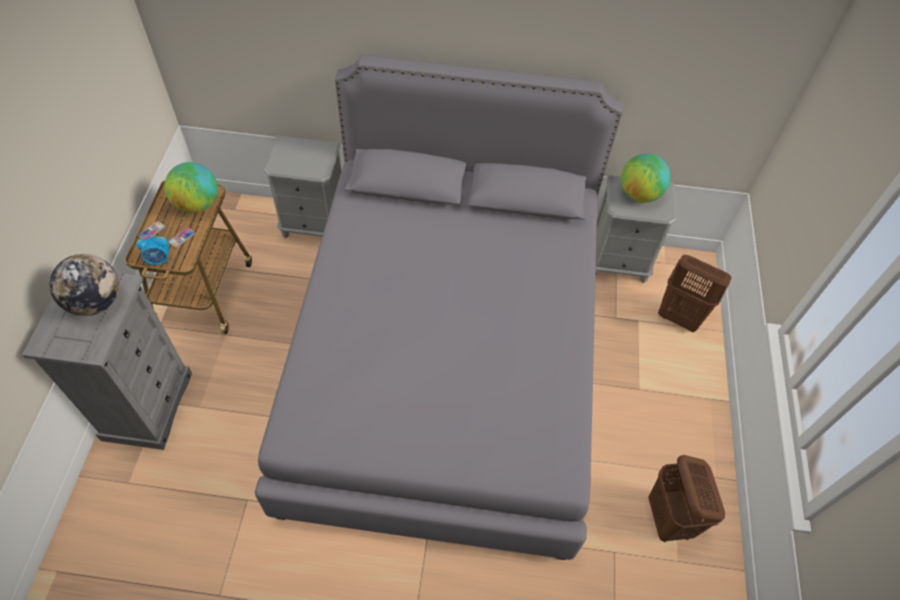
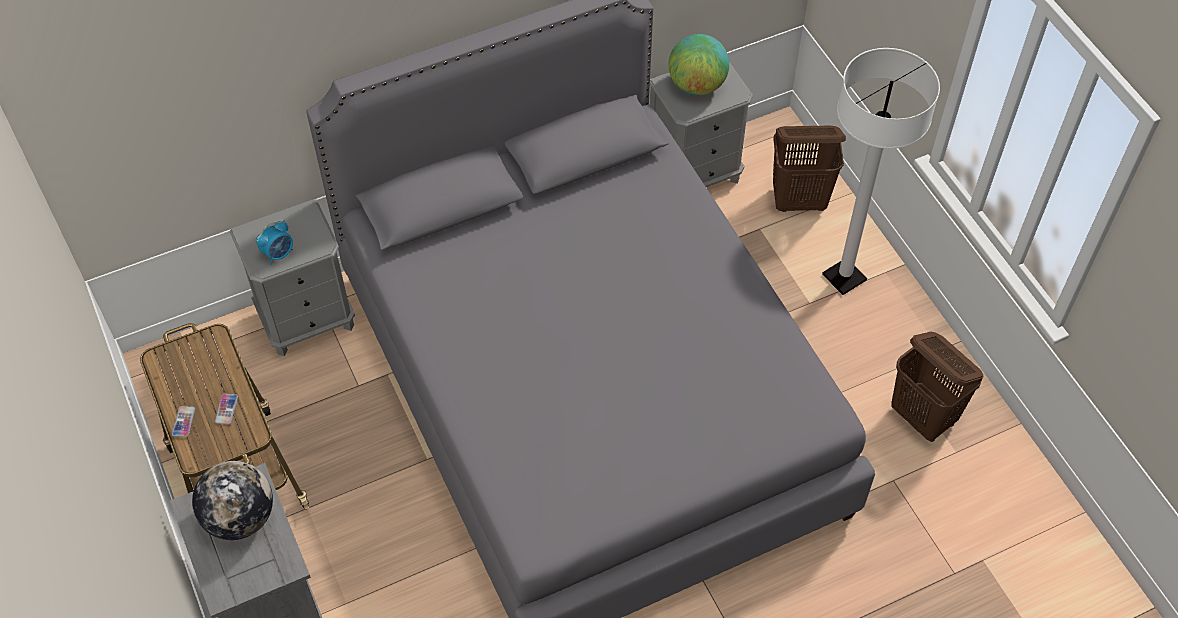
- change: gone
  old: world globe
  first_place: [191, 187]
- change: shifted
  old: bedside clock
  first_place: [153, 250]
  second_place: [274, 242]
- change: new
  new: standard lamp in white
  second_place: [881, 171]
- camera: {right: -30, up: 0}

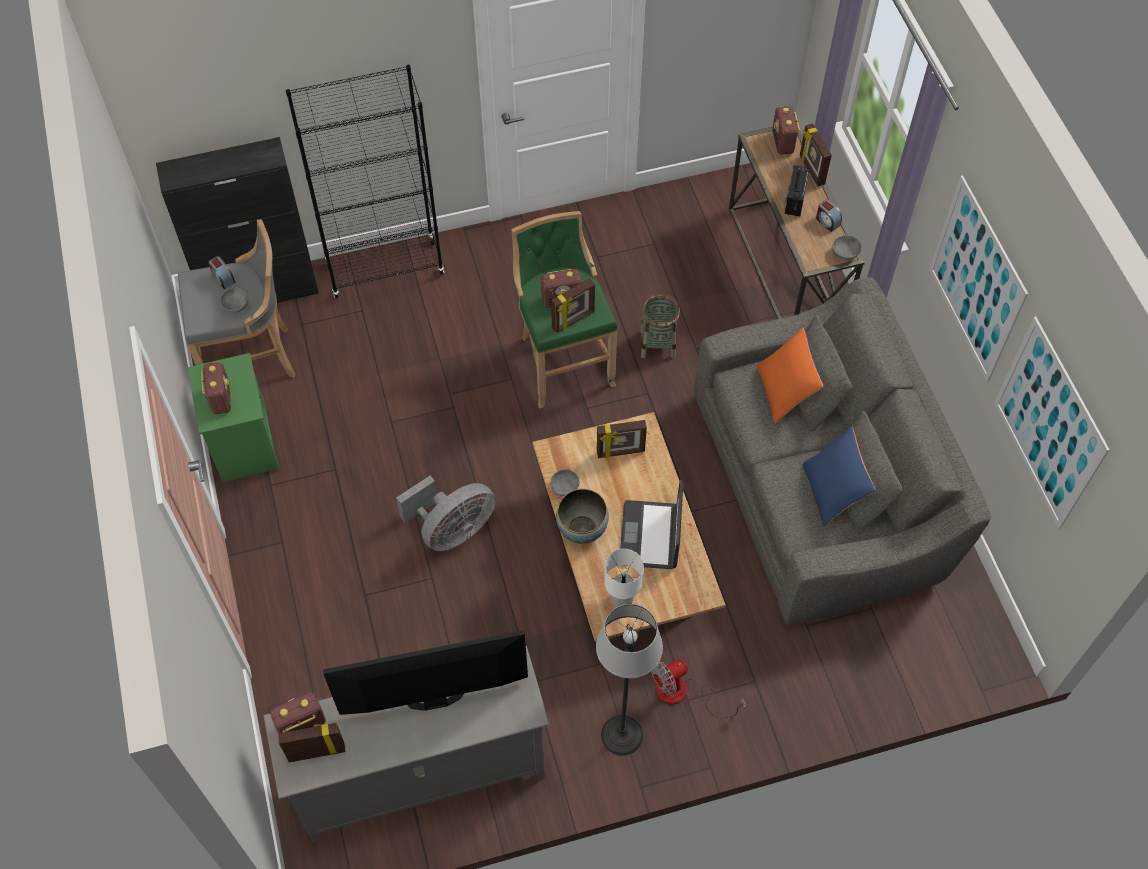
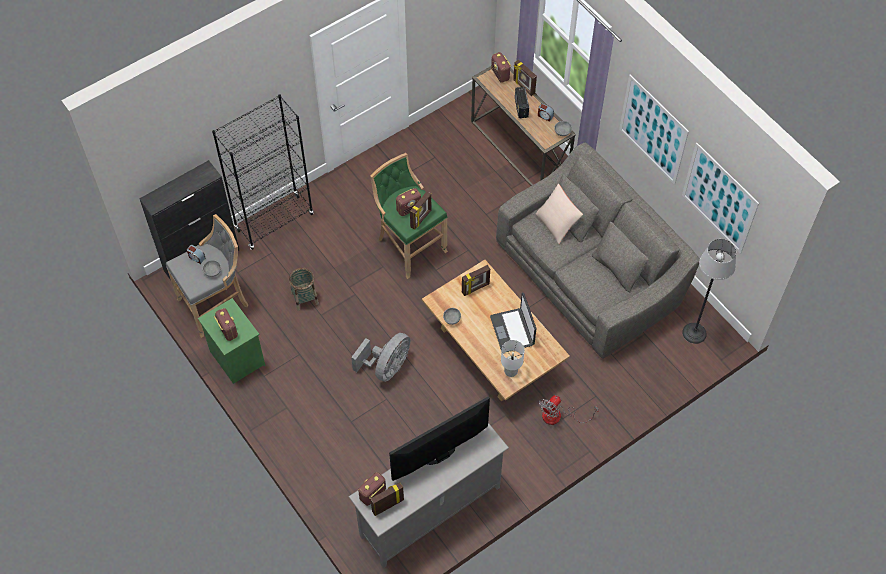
- change: shifted
  old: storage basket
  first_place: [660, 326]
  second_place: [304, 289]
- change: repainted
  old: pillow in orange
  new: pillow in sand-coloured
  first_place: [790, 376]
  second_place: [559, 214]
- change: gone
  old: pillow in blue-coloured
  first_place: [839, 476]
- change: gone
  old: serving bowl
  first_place: [582, 516]
- change: shifted
  old: standard lamp
  first_place: [629, 680]
  second_place: [709, 291]
- camera: {right: -20, up: 0}

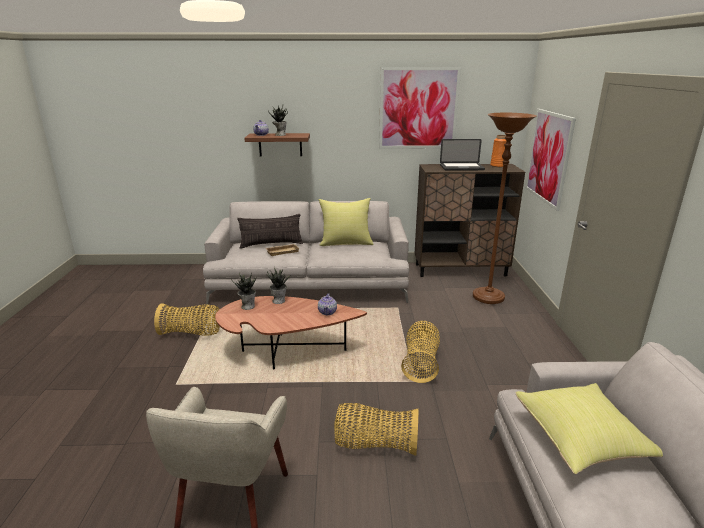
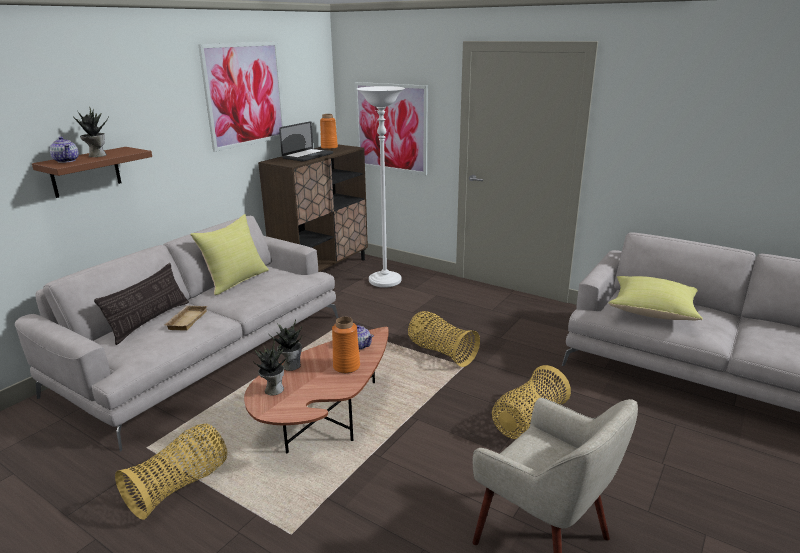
- change: repainted
  old: standard lamp in brownish
  new: standard lamp in white
  first_place: [505, 208]
  second_place: [381, 187]
- change: new
  new: flower vase in orange
  second_place: [346, 345]
- camera: {right: -55, up: 0}

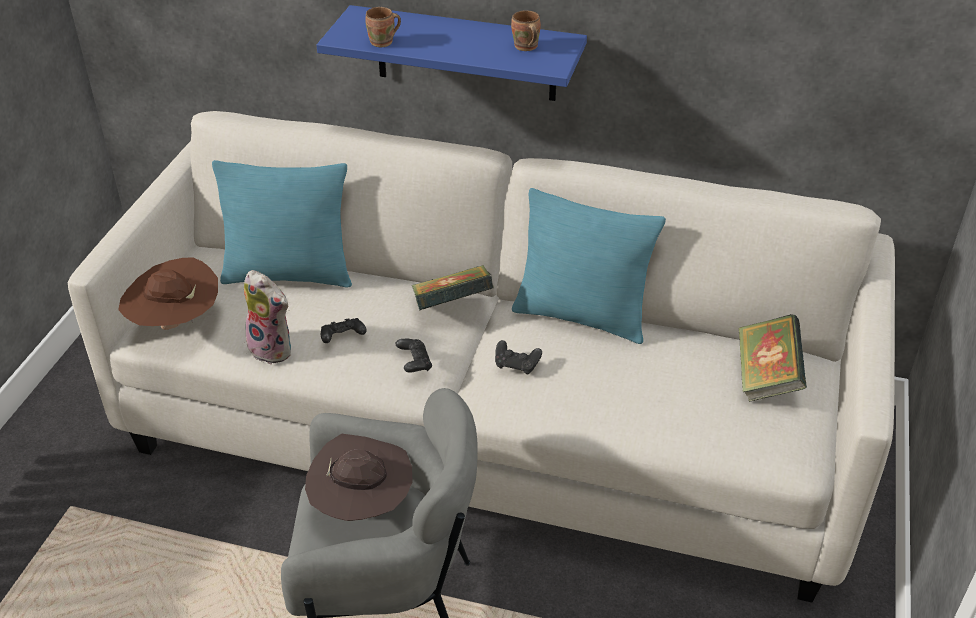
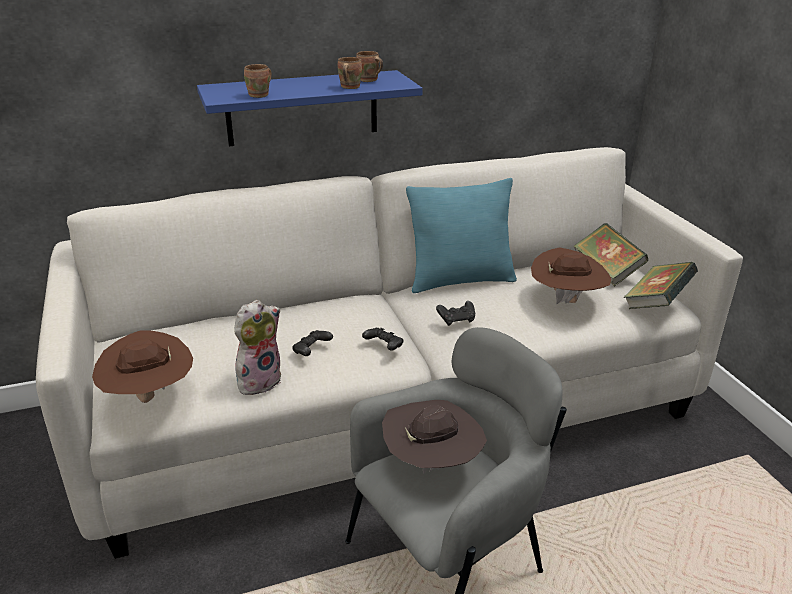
- change: gone
  old: pillow in turquoise-coloured
  first_place: [282, 224]
- change: shifted
  old: bound book
  first_place: [453, 287]
  second_place: [661, 285]
- change: rotated
  old: plush toy
  first_place: [267, 317]
  second_place: [258, 347]
  degrees: -45
- change: new
  new: tea mug in brownish
  second_place: [350, 73]
- change: new
  new: hat in brownish
  second_place: [571, 275]
- camera: {right: -35, up: -10}

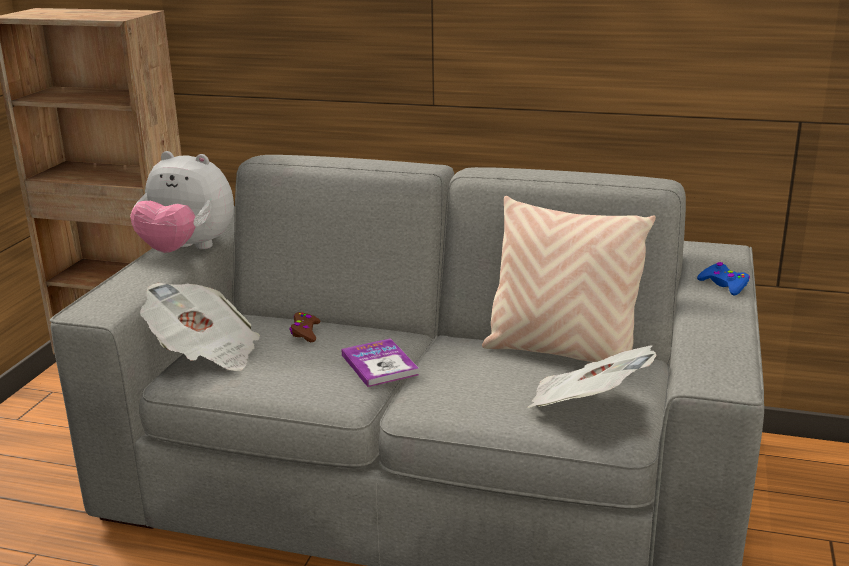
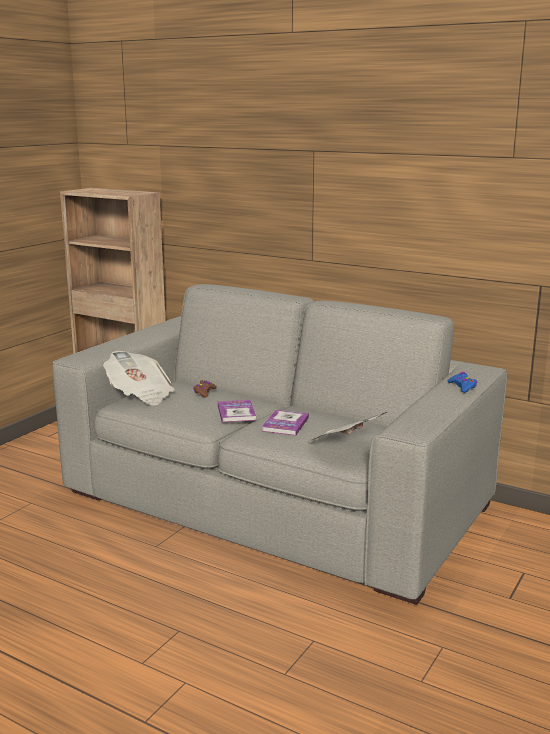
- change: gone
  old: plush toy
  first_place: [182, 202]
- change: gone
  old: pillow in sand-coloured
  first_place: [569, 279]
- change: new
  new: bound book
  second_place: [285, 423]
- camera: {right: 15, up: -5}

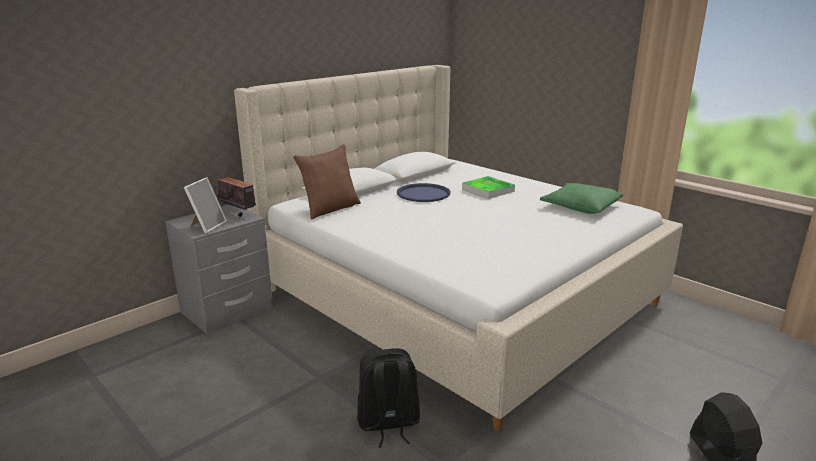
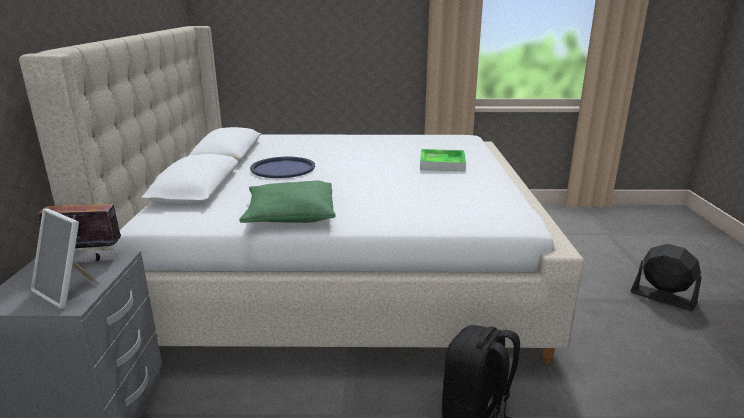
- change: gone
  old: pillow in brownish
  first_place: [327, 181]
- change: shifted
  old: serving tray
  first_place: [488, 187]
  second_place: [443, 160]
- change: rotated
  old: standing frame
  first_place: [205, 205]
  second_place: [65, 258]
  degrees: 150
- change: shifted
  old: pillow in green
  first_place: [582, 198]
  second_place: [287, 202]
- camera: {right: -45, up: 0}

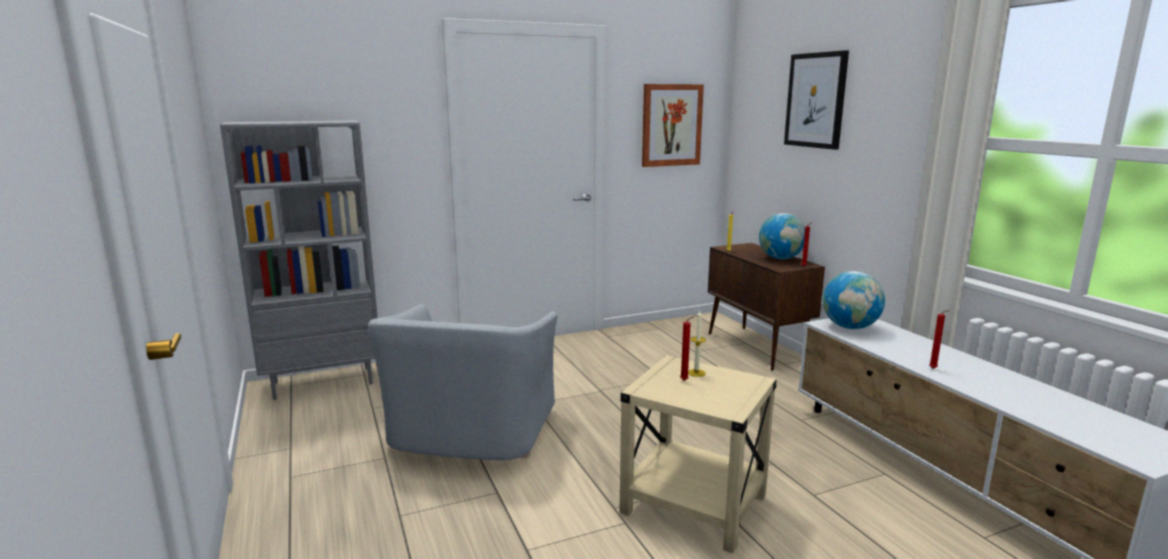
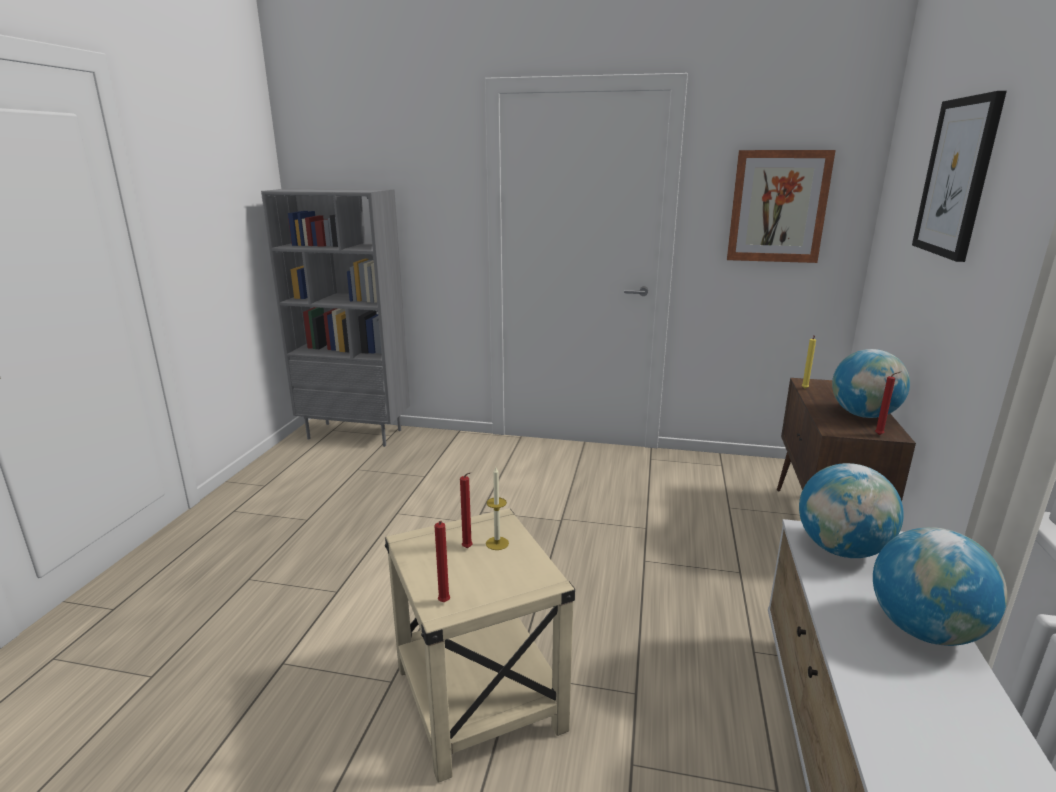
- change: gone
  old: easy chair in greyish
  first_place: [463, 382]
- change: shifted
  old: wax candle in red
  first_place: [939, 339]
  second_place: [442, 561]
- change: new
  new: world globe
  second_place: [940, 586]
- camera: {right: 35, up: 5}

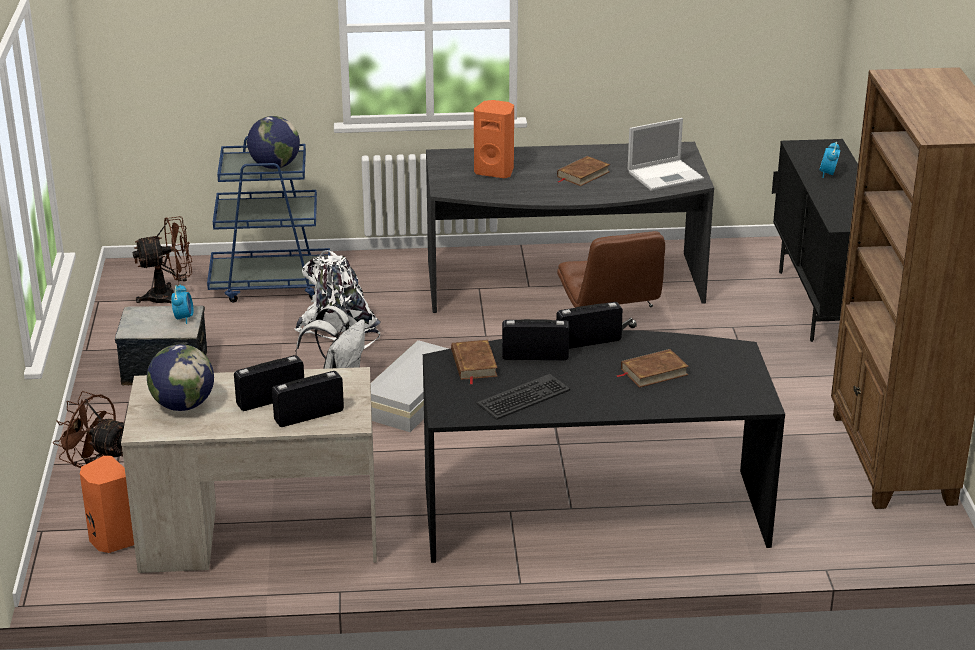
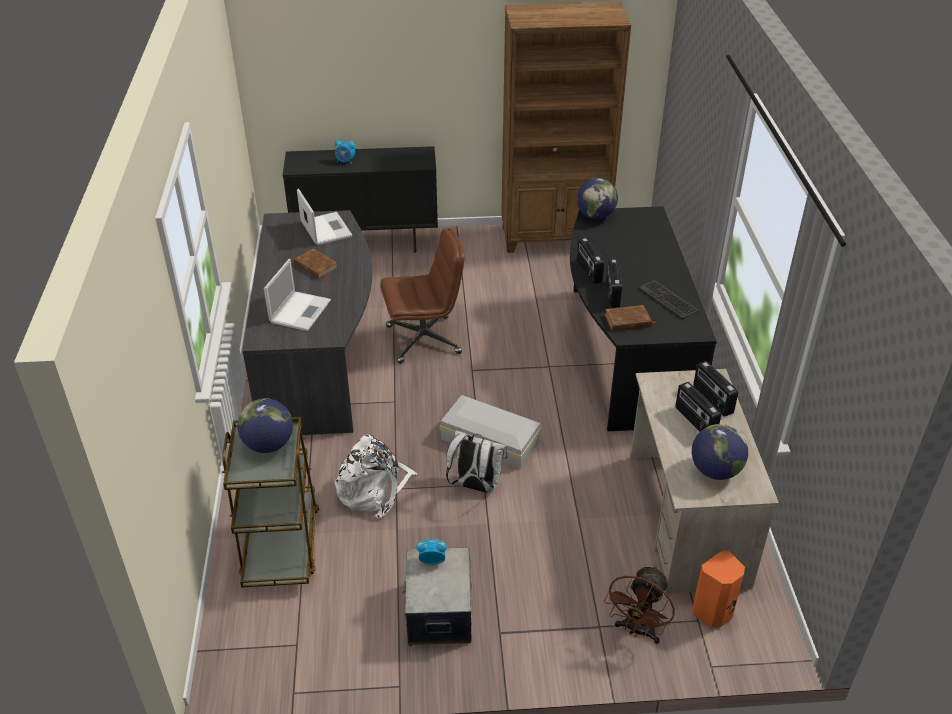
- change: swapped
  old: speaker in orange
  new: notebook computer
  first_place: [494, 139]
  second_place: [297, 295]
- change: repainted
  old: wheeled cart in blue-coloured
  new: wheeled cart in brownish
  first_place: [268, 219]
  second_place: [270, 502]
- change: gone
  old: fan in brownish
  first_place: [162, 260]
- change: gone
  old: bound book in brownish
  first_place: [652, 368]
- change: new
  new: world globe
  second_place: [597, 198]
- camera: {right: -90, up: 10}

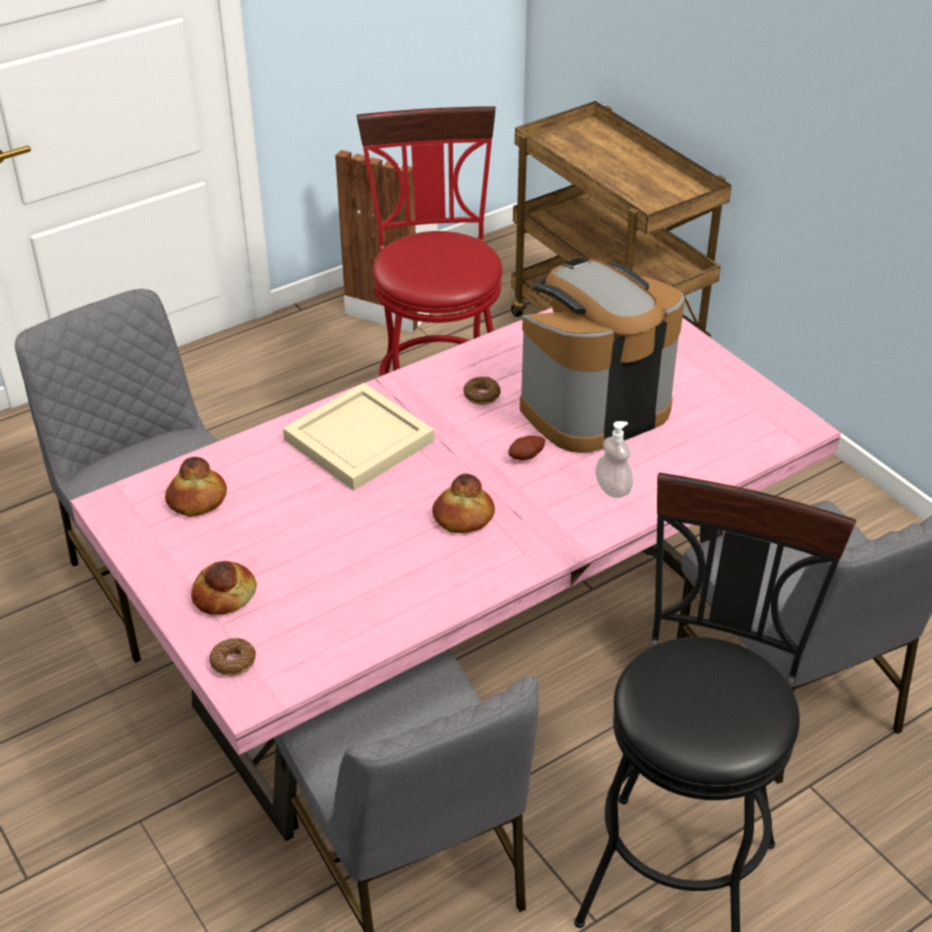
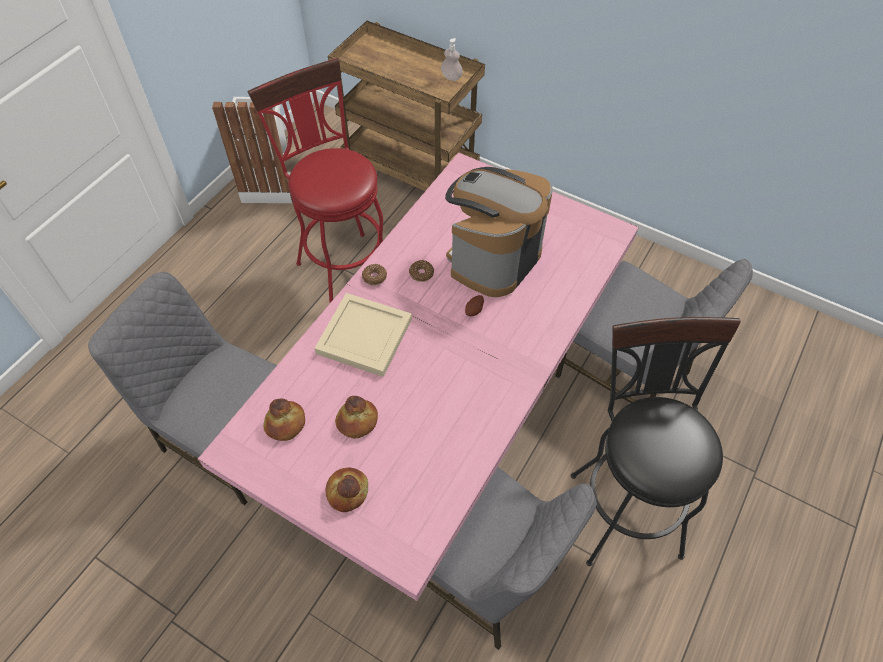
- change: shifted
  old: soap bottle
  first_place: [614, 459]
  second_place: [452, 59]
- change: shifted
  old: bread
  first_place: [463, 503]
  second_place: [356, 417]
- change: shifted
  old: ring doughnut
  first_place: [233, 657]
  second_place: [374, 274]
- camera: {right: -25, up: 15}

